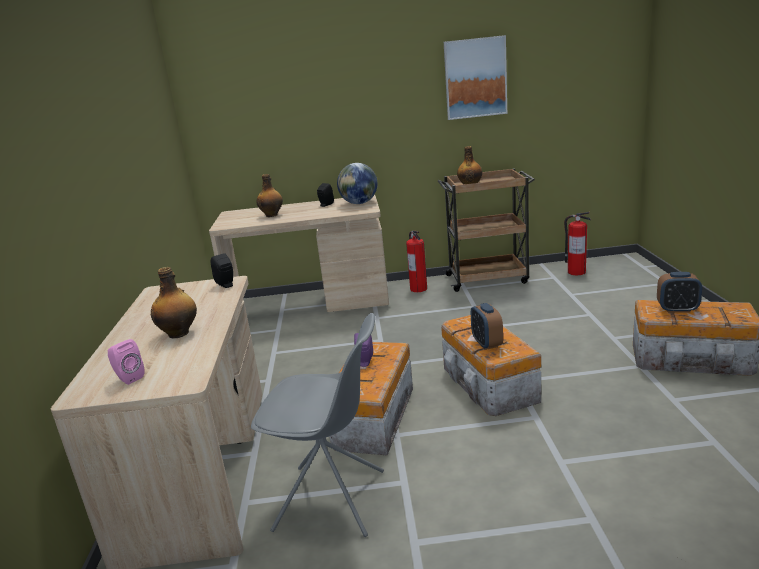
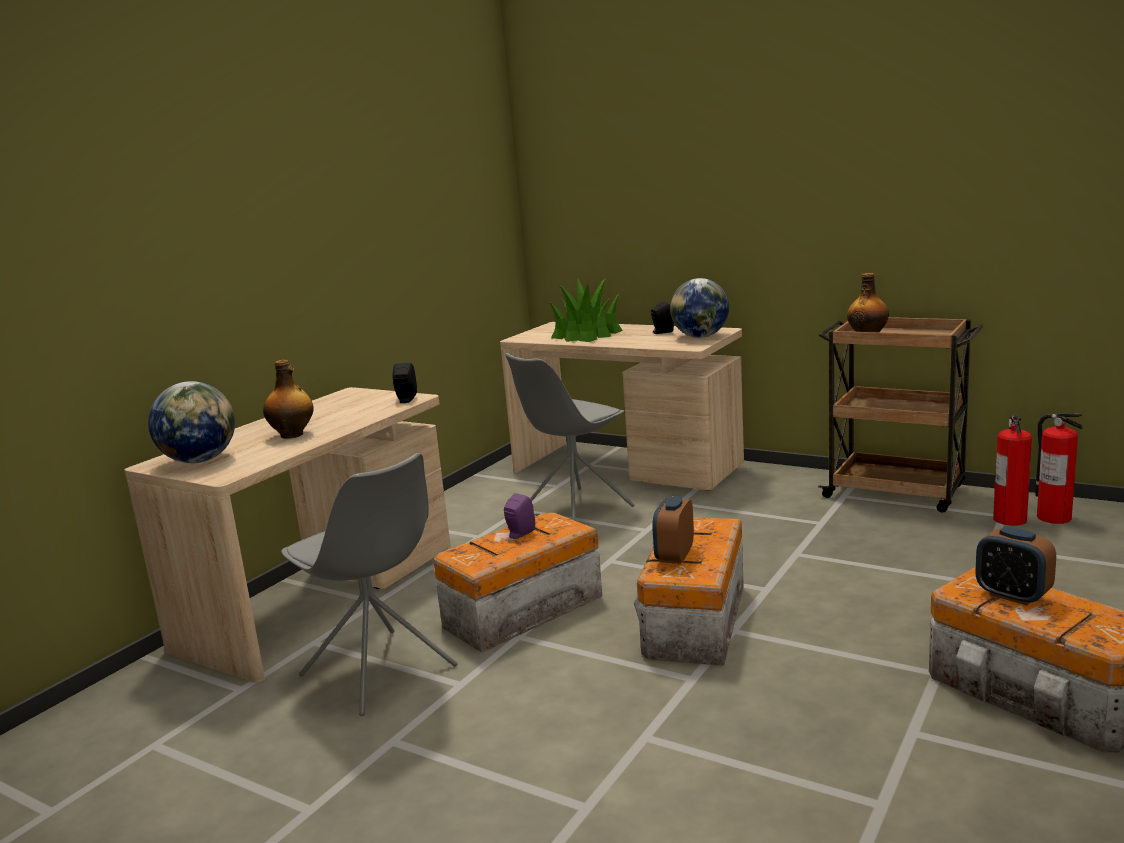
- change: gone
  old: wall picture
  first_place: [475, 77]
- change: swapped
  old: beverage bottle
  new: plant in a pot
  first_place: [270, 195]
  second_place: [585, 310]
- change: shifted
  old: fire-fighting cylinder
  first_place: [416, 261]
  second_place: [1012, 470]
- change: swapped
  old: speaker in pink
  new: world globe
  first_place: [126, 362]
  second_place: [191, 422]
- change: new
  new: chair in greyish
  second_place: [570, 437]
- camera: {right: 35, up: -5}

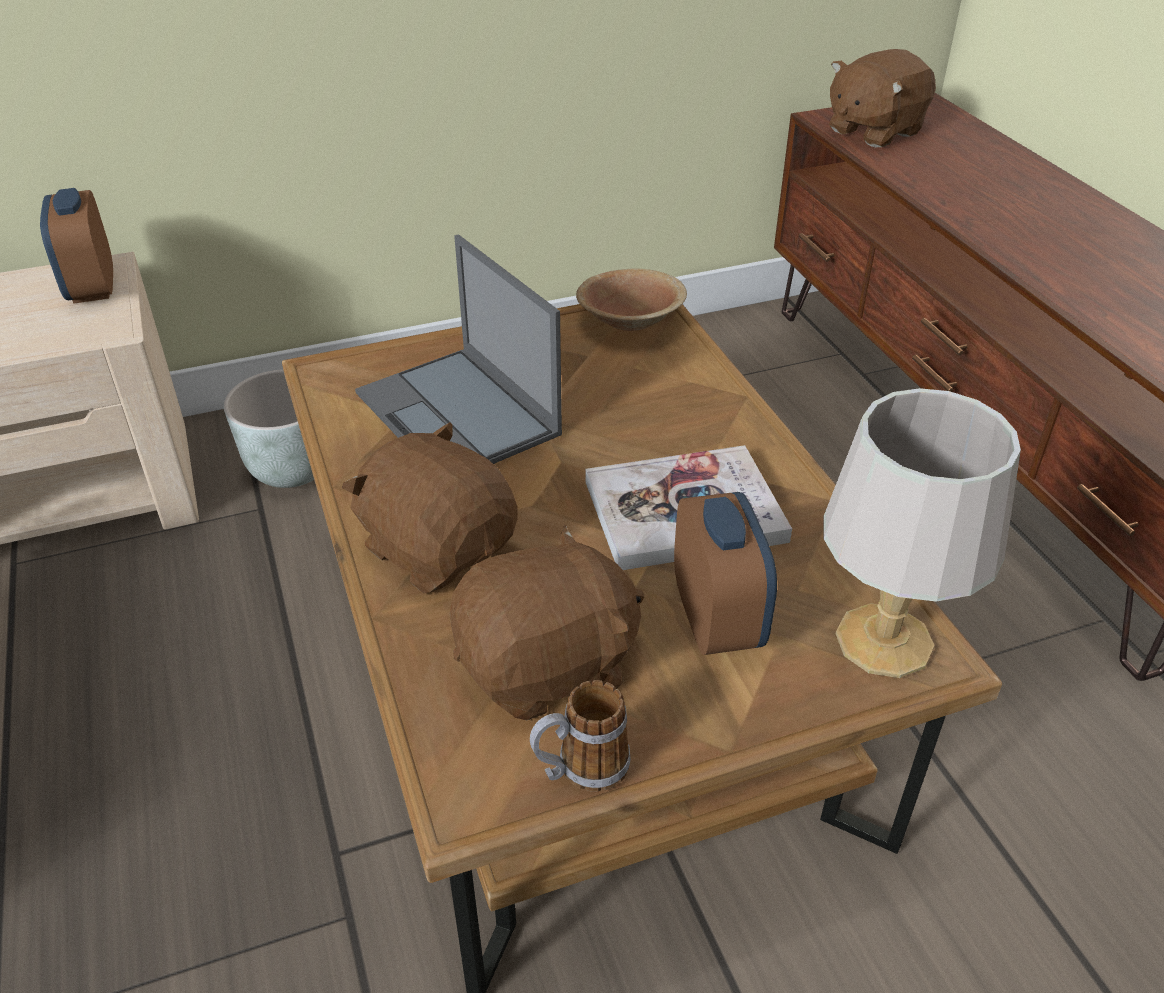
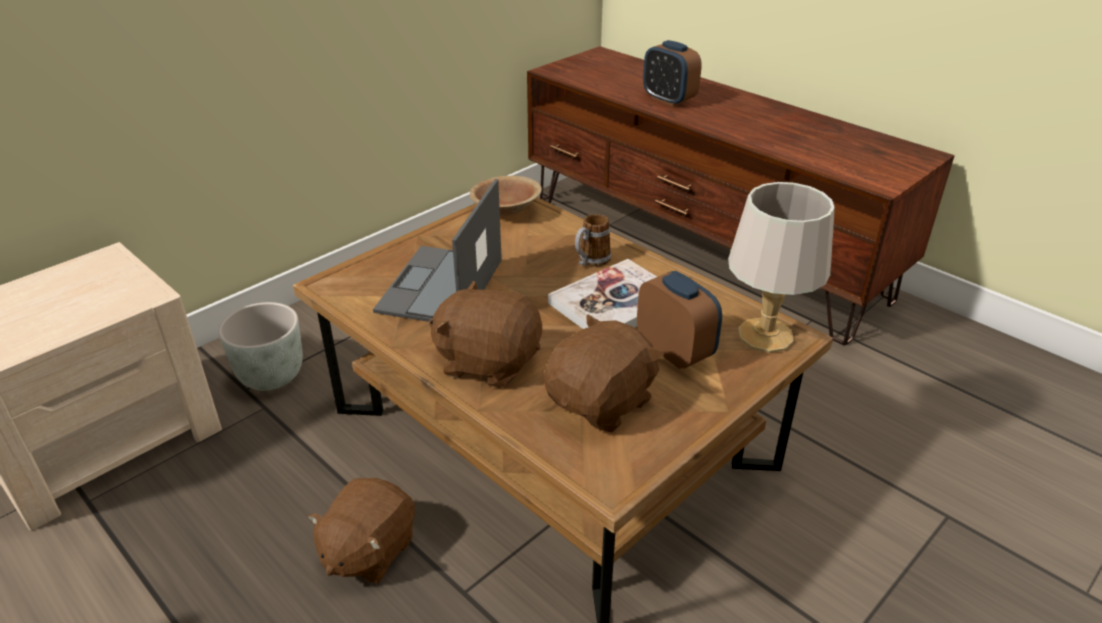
- change: shifted
  old: plush toy in brownish
  first_place: [882, 98]
  second_place: [361, 530]
- change: shifted
  old: bedside clock
  first_place: [76, 246]
  second_place: [672, 73]
- change: rotated
  old: notebook computer
  first_place: [458, 349]
  second_place: [437, 250]
  degrees: 75
- change: shifted
  old: tea mug
  first_place: [580, 736]
  second_place: [593, 240]
- camera: {right: -25, up: -5}

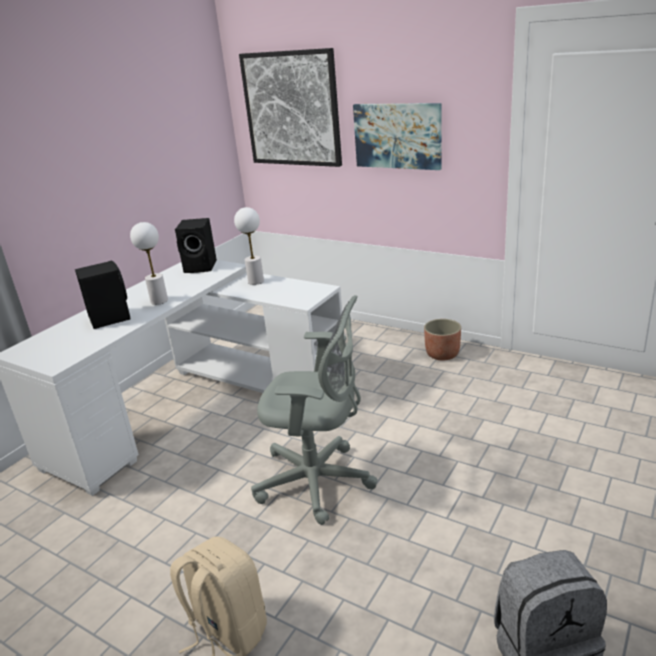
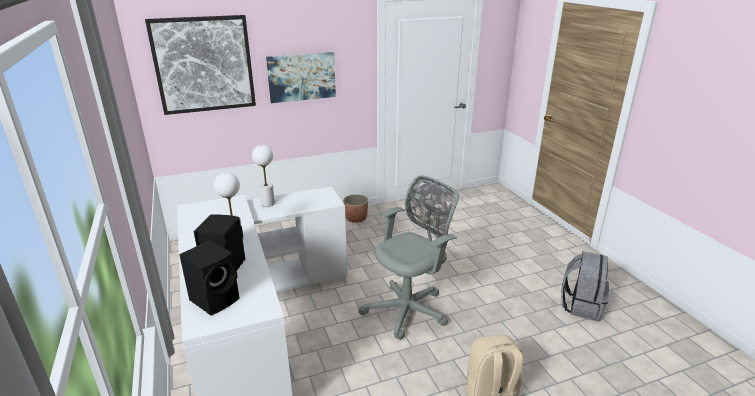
- change: shifted
  old: speaker in black-coloured
  first_place: [196, 245]
  second_place: [209, 278]
- camera: {right: -55, up: 0}

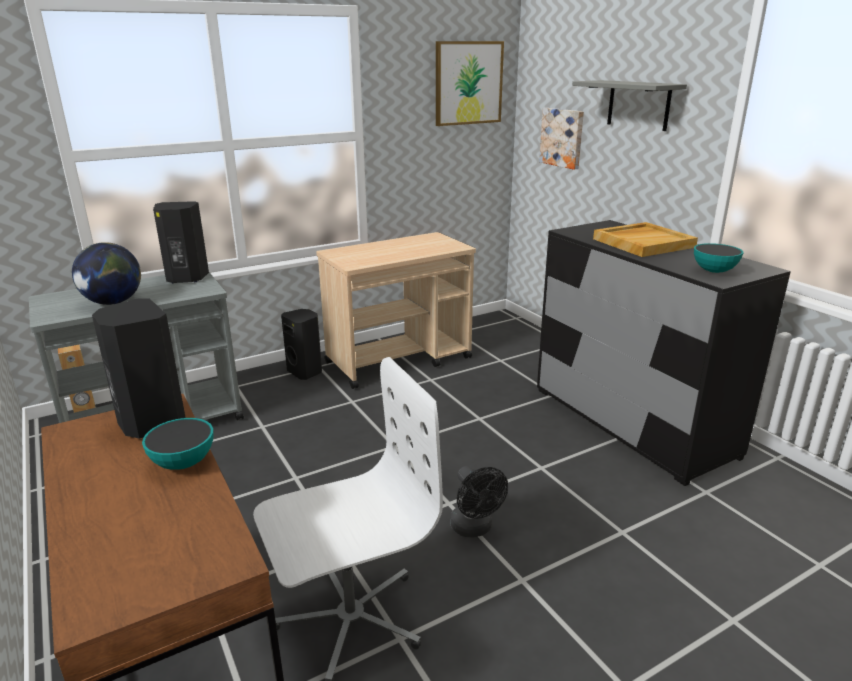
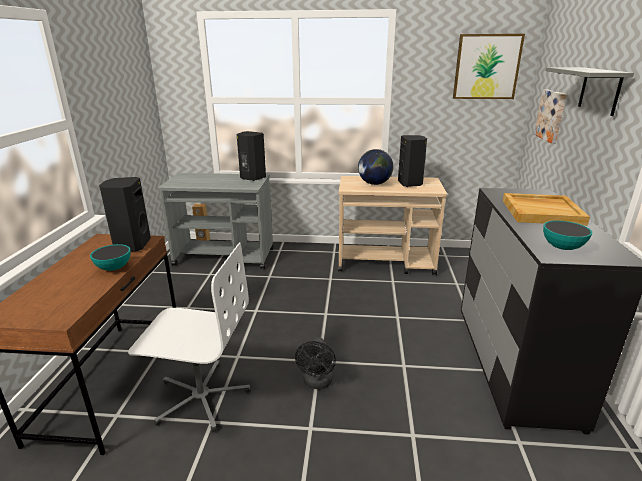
- change: shifted
  old: world globe
  first_place: [106, 273]
  second_place: [375, 167]
- change: shifted
  old: speaker in black-coloured
  first_place: [301, 344]
  second_place: [412, 161]
- camera: {right: 35, up: 0}

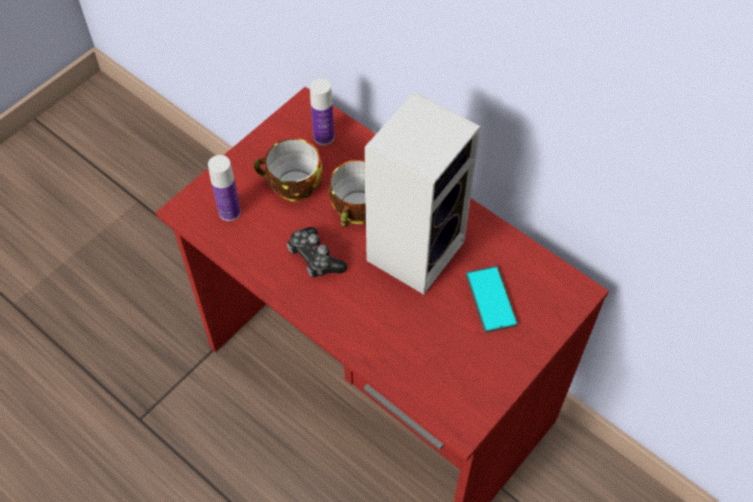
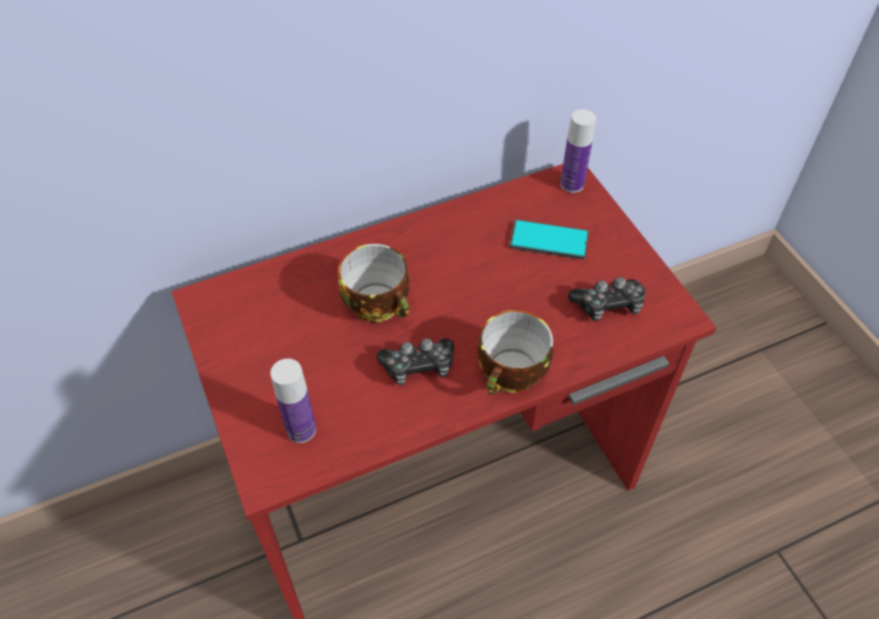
- change: shifted
  old: beverage bottle
  first_place: [322, 111]
  second_place: [578, 151]
- change: gone
  old: speaker
  first_place: [422, 193]
- change: shifted
  old: cup
  first_place: [288, 170]
  second_place: [515, 352]
- change: new
  new: gamepad
  second_place: [607, 299]
- camera: {right: -65, up: -5}

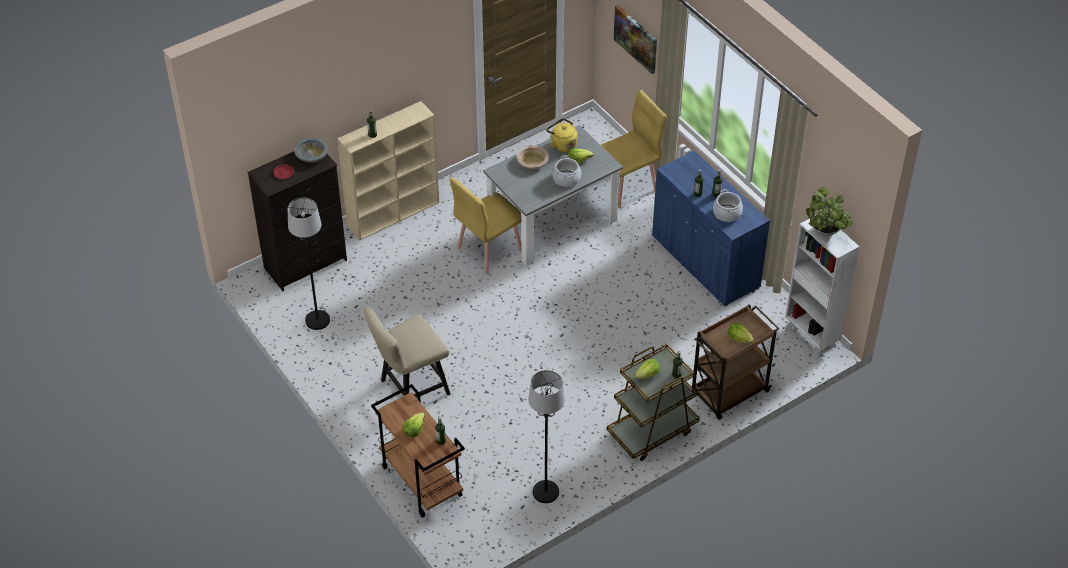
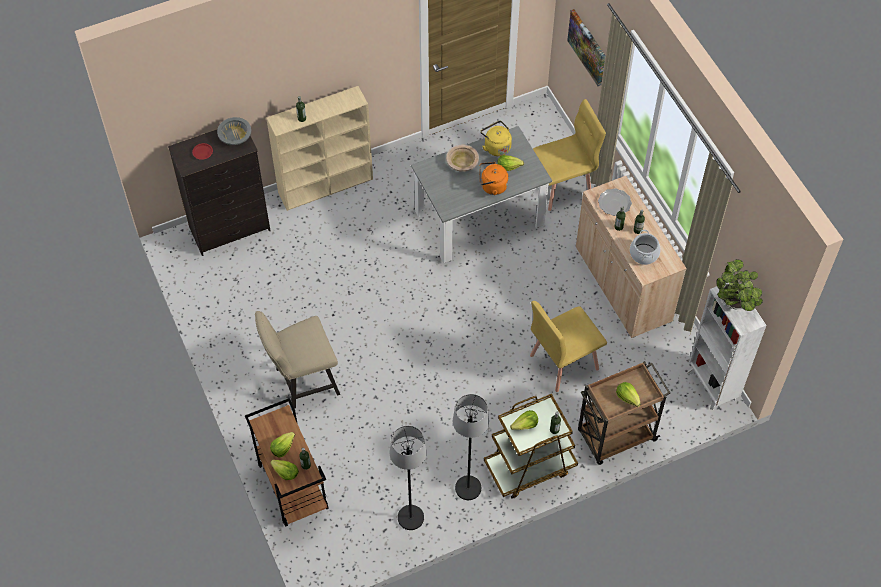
- change: repainted
  old: cabinet in blue-coloured
  new: cabinet in sand-coloured
  first_place: [711, 229]
  second_place: [631, 257]
- change: swapped
  old: saucepot
  new: tea kettle in orange
  first_place: [567, 171]
  second_place: [494, 178]
- change: shifted
  old: chair in yellowish
  first_place: [485, 226]
  second_place: [568, 346]
- change: shifted
  old: standard lamp in black-coloured
  first_place: [309, 264]
  second_place: [471, 447]
- change: new
  new: flat dish
  second_place: [615, 202]
- change: new
  new: head of lettuce
  second_place: [284, 470]
- camera: {right: 10, up: 10}

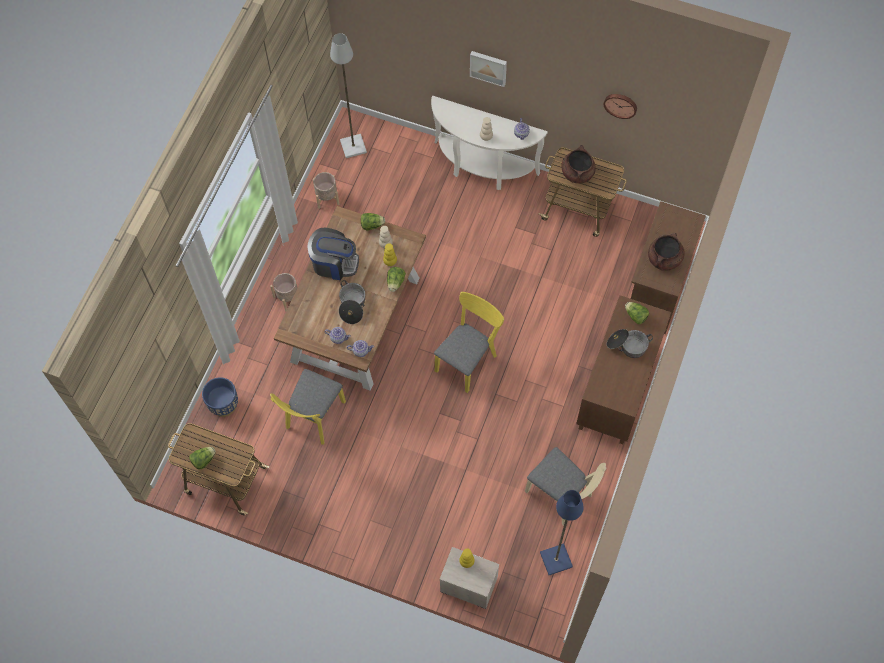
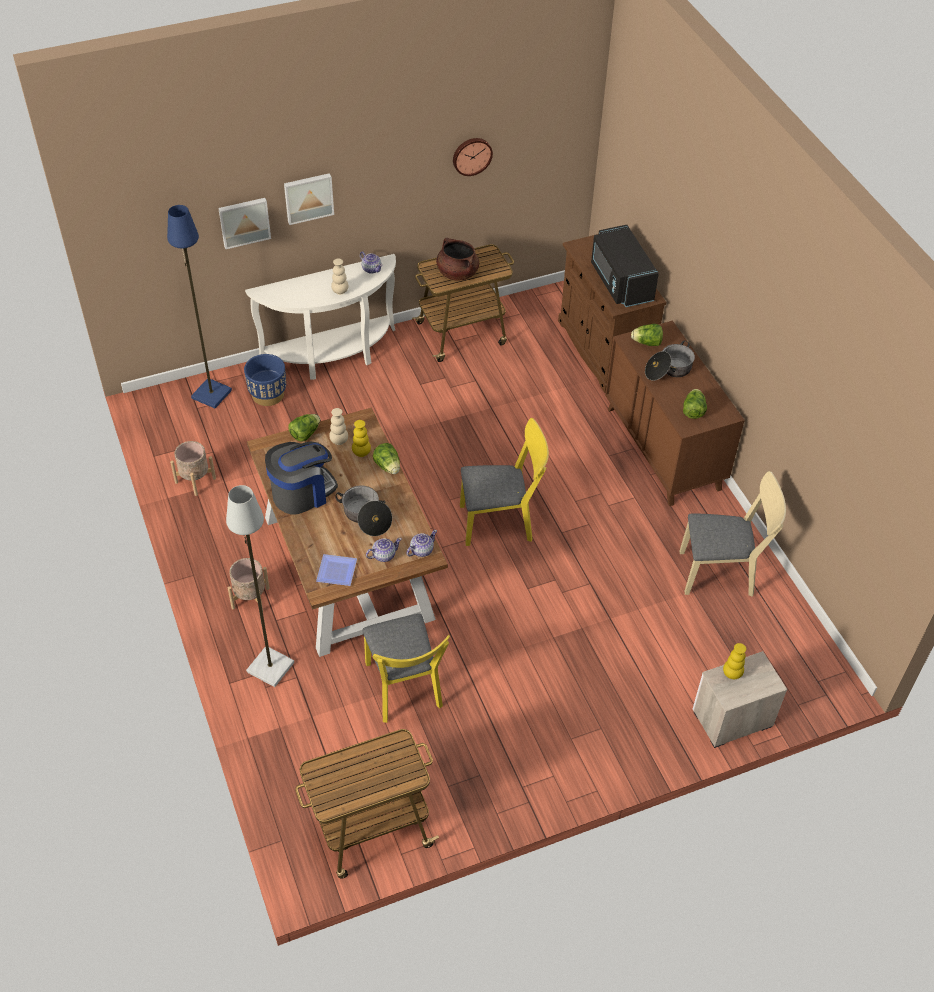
- change: shifted
  old: standard lamp in greyish
  first_place: [348, 95]
  second_place: [260, 586]
- change: swapped
  old: saucepot in brownish
  new: kitchen microwave in black-coloured
  first_place: [666, 252]
  second_place: [625, 266]
- change: rotated
  old: chair in yellowish
  first_place: [469, 342]
  second_place: [504, 482]
  degrees: 90
- change: shifted
  old: planter in blue-coloured
  first_place: [220, 397]
  second_place: [265, 380]
- change: shifted
  old: head of lettuce
  first_place: [202, 458]
  second_place: [695, 404]
- change: shifted
  old: standard lamp in blue-coloured
  first_place: [562, 532]
  second_place: [199, 306]
- change: new
  new: wall picture
  second_place: [244, 223]
- change: new
  new: flat dish
  second_place: [336, 570]
- camera: {right: -45, up: -15}

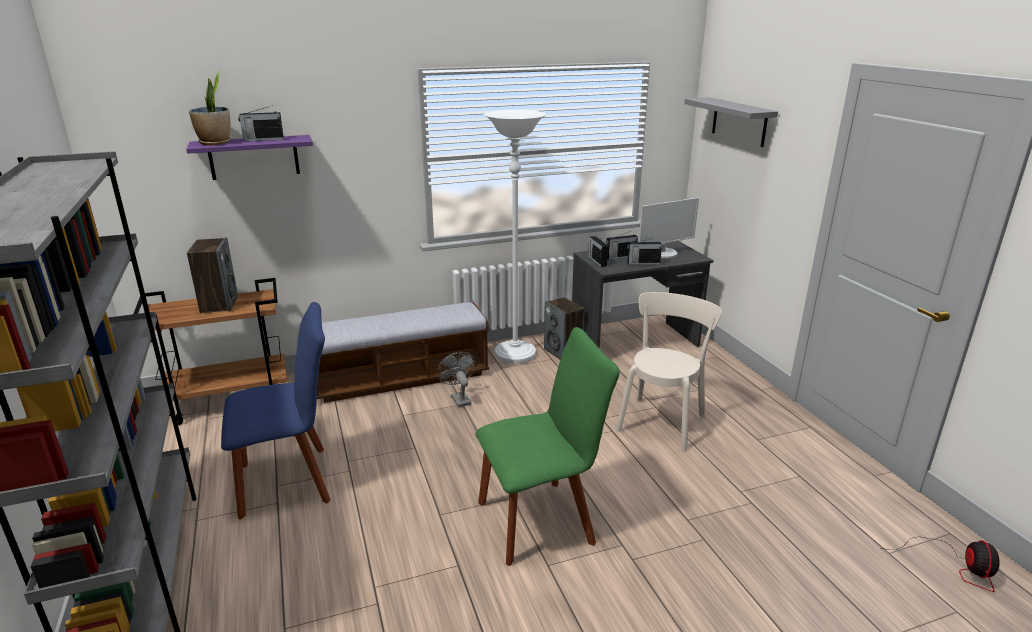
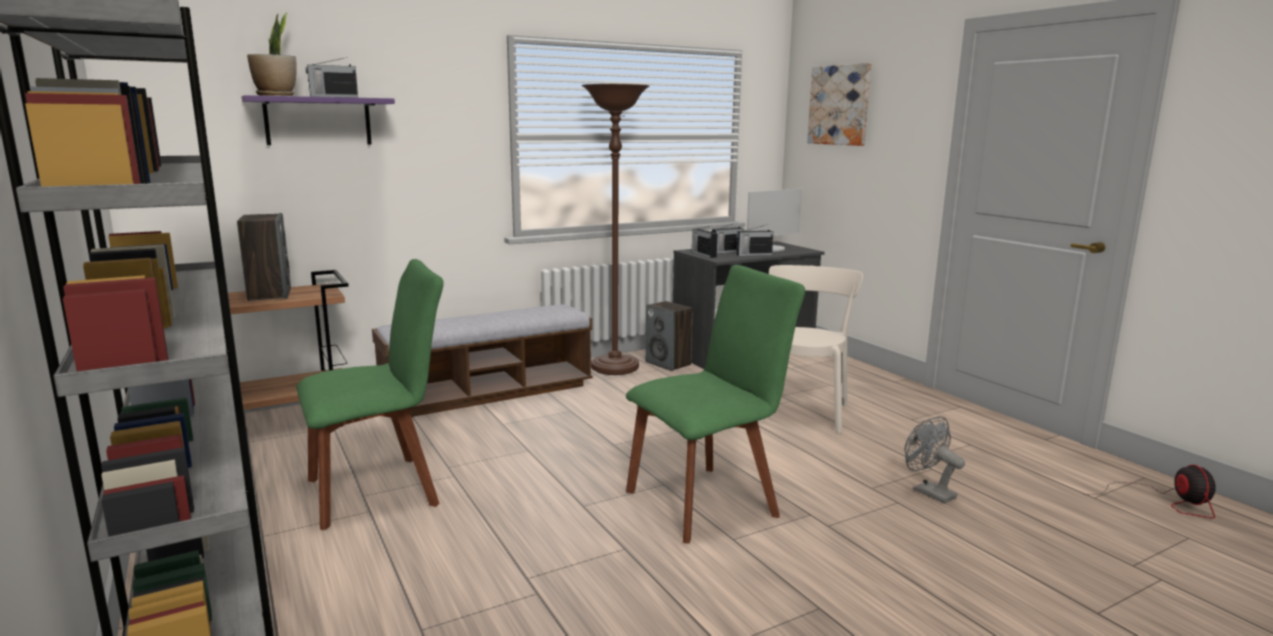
- change: swapped
  old: bracket shelf in greyish
  new: wall picture
  first_place: [731, 122]
  second_place: [839, 104]
- change: repainted
  old: standard lamp in white
  new: standard lamp in brownish
  first_place: [515, 237]
  second_place: [615, 229]
- change: repainted
  old: chair in blue-coloured
  new: chair in green
  first_place: [276, 410]
  second_place: [370, 394]
- change: shifted
  old: fan in greyish
  first_place: [456, 379]
  second_place: [935, 459]
- camera: {right: -10, up: -10}

